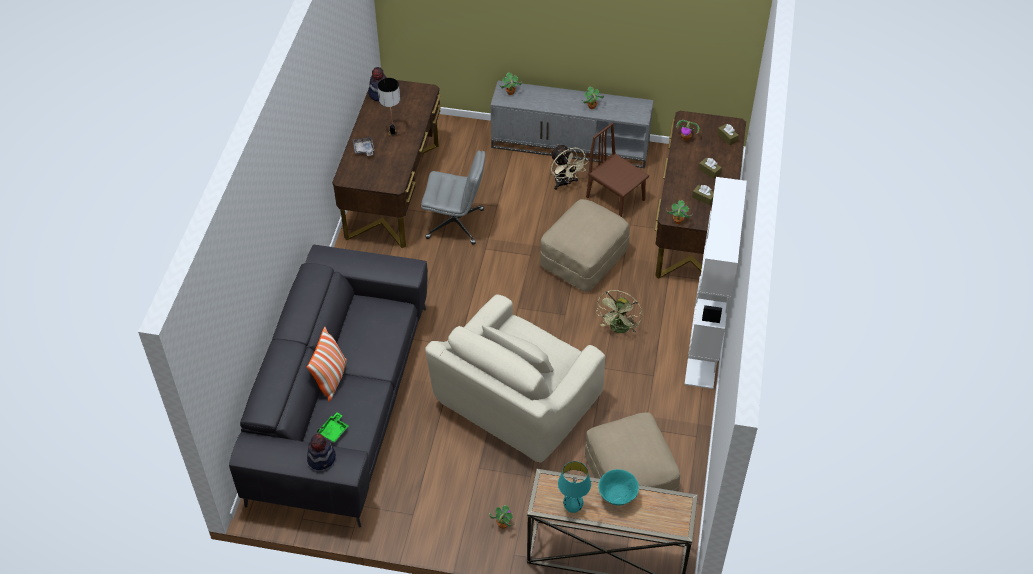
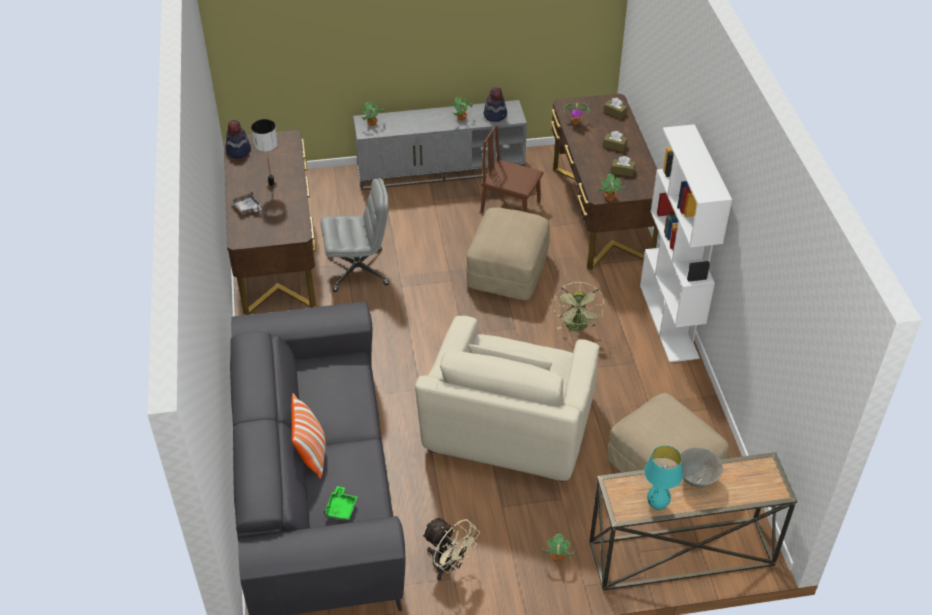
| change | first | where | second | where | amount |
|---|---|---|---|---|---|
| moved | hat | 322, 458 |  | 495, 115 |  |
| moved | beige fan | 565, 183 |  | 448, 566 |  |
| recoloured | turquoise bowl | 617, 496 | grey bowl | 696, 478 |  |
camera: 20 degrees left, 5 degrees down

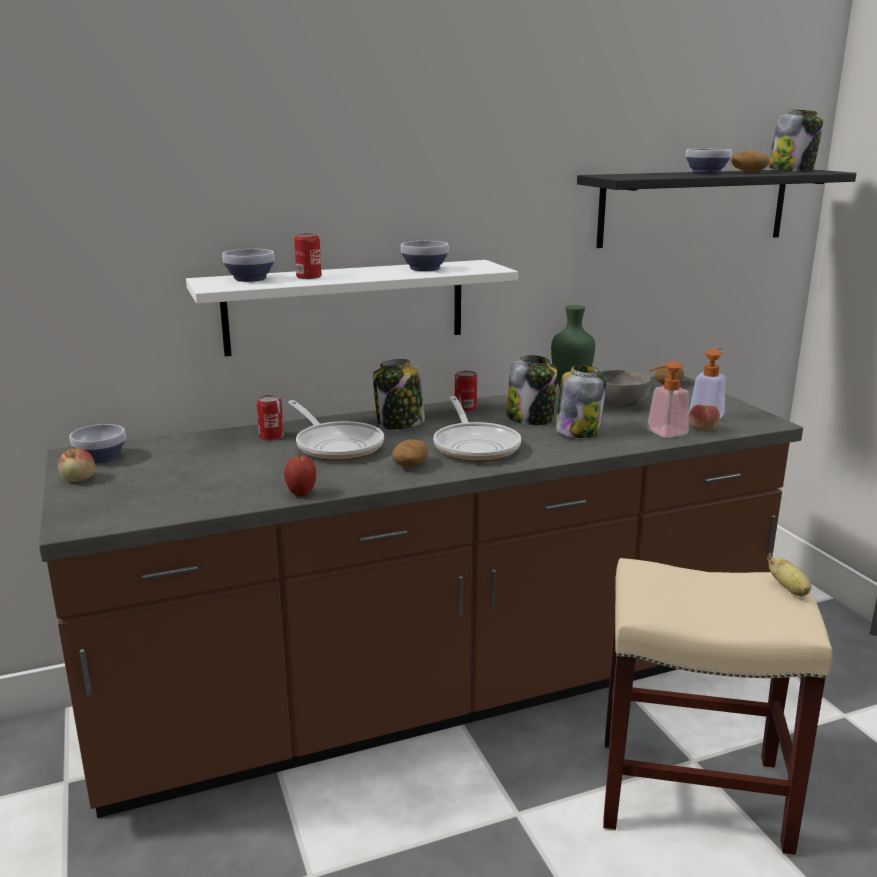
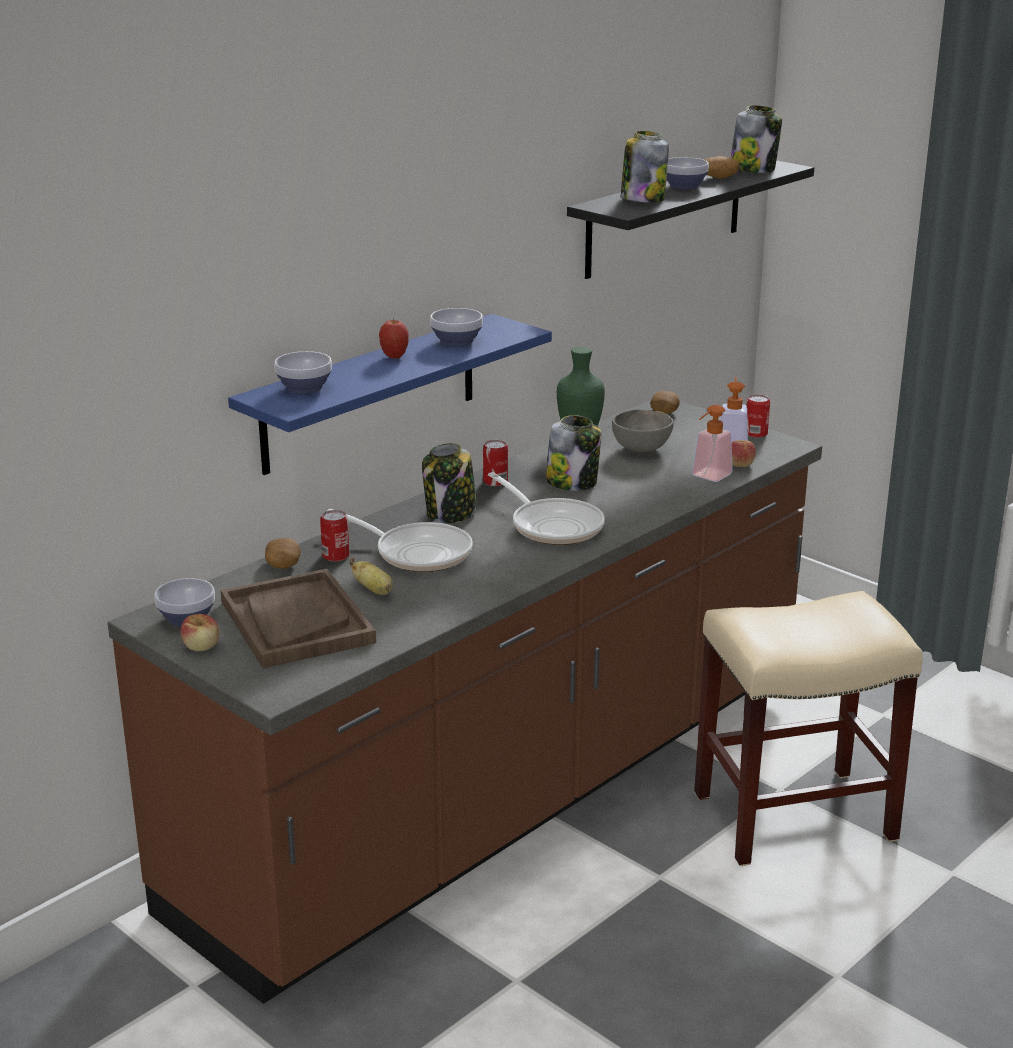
| change | first | where | second | where | amount |
|---|---|---|---|---|---|
| recoloured | white shelf | 346, 306 | blue shelf | 370, 393 |  |
| moved | apple | 301, 494 |  | 394, 357 |  |
| moved | can | 309, 277 |  | 756, 433 |  |
| moved | potato | 410, 465 |  | 283, 565 |  |
| moved | jar | 577, 432 |  | 642, 199 |  |
| moved | banana | 789, 589 |  | 374, 590 |  |
| added |  |  | brown tray | 296, 622 |  |
camera: 25 degrees left, 5 degrees up

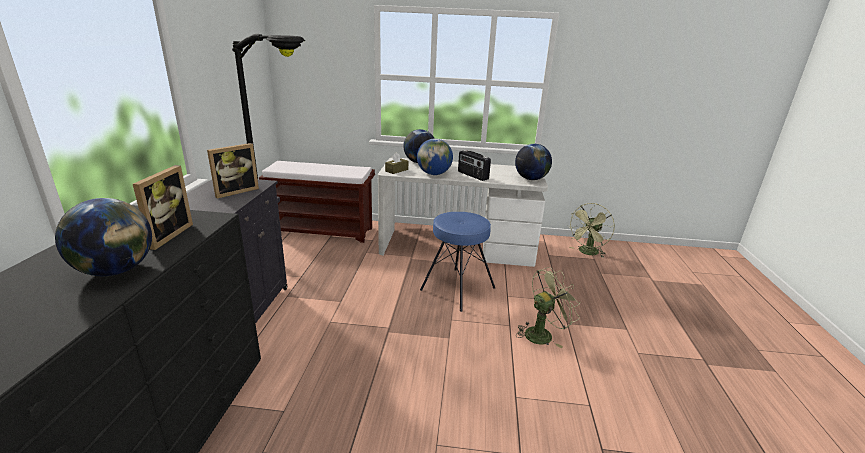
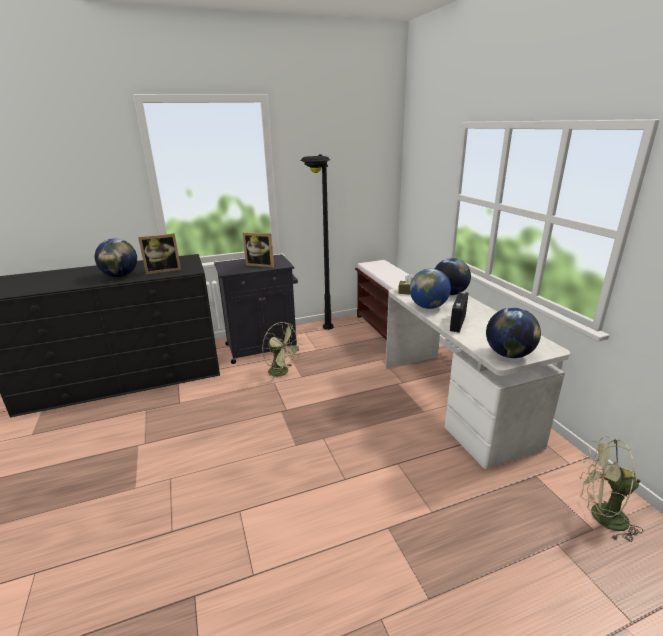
| change | first | where | second | where | amount |
|---|---|---|---|---|---|
| removed | blue stool | 457, 288 |  |  |  |
| moved | green fan | 542, 333 |  | 282, 372 |  |
camera: 65 degrees right, 0 degrees up

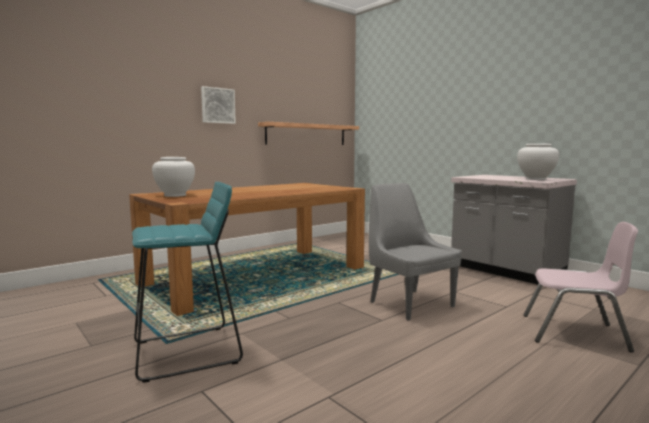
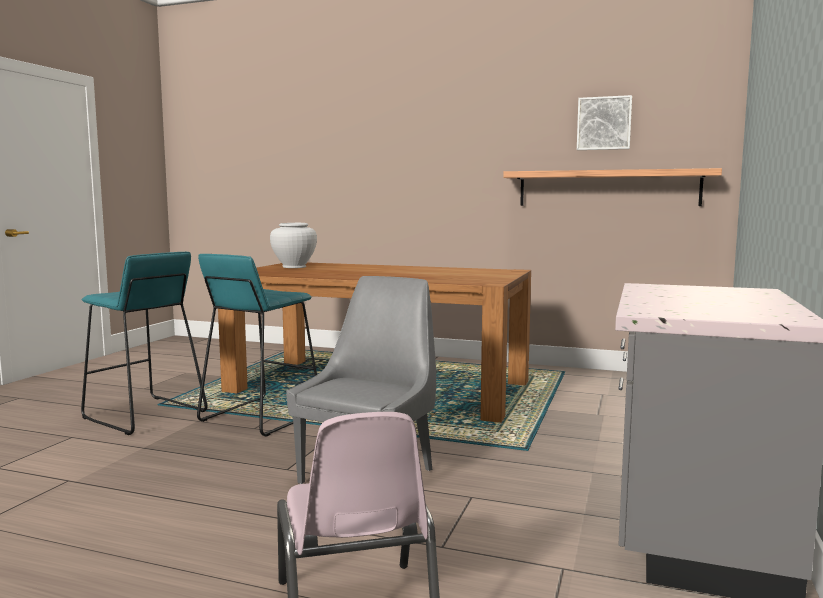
| change | first | where | second | where | amount |
|---|---|---|---|---|---|
| moved | picture | 217, 105 |  | 604, 123 |  |
| removed | white vase | 536, 179 |  |  |  |
| added |  |  | turquoise stool | 260, 416 |  |
camera: 60 degrees right, 0 degrees up

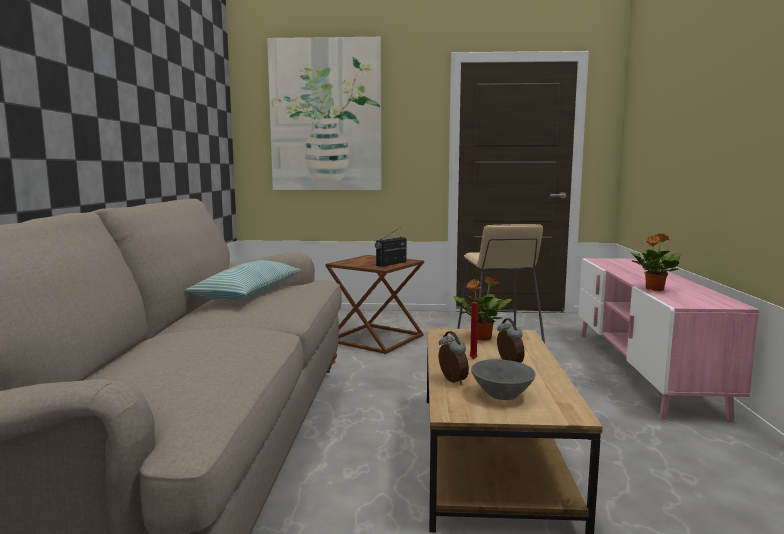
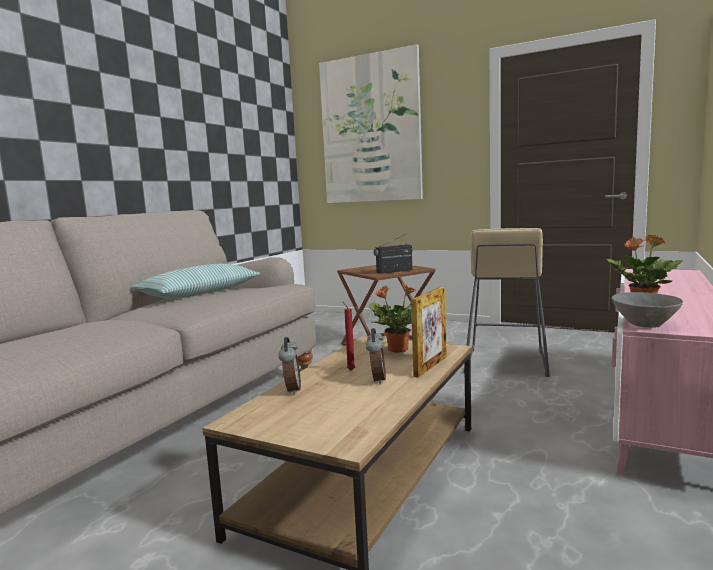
| change | first | where | second | where | amount |
|---|---|---|---|---|---|
| moved | grey bowl | 502, 396 |  | 645, 325 |  |
| added |  |  | picture frame | 430, 366 |  |
camera: 25 degrees right, 0 degrees up

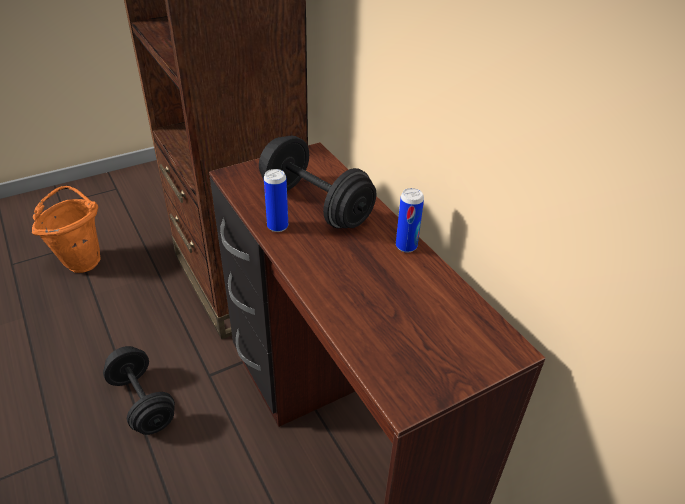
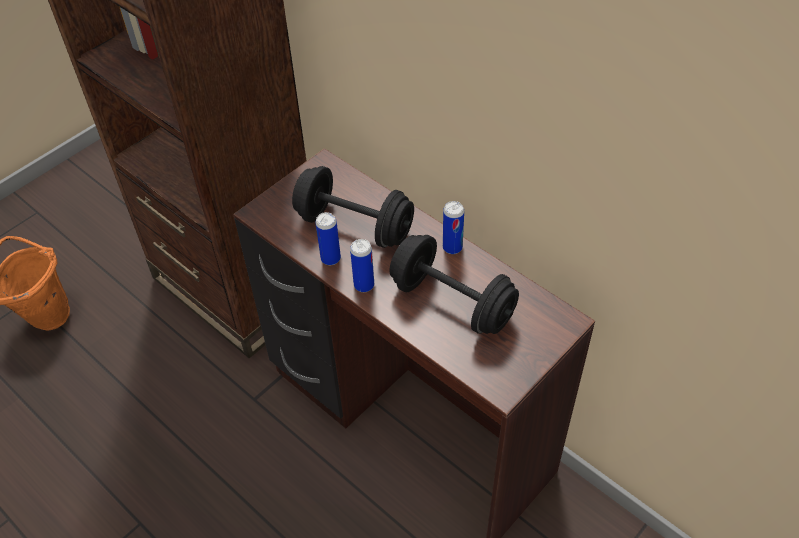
| change | first | where | second | where | amount |
|---|---|---|---|---|---|
| moved | black dumbbell | 142, 402 |  | 452, 302 |  |
| added |  |  | can | 364, 285 |  |
camera: 15 degrees left, 10 degrees up

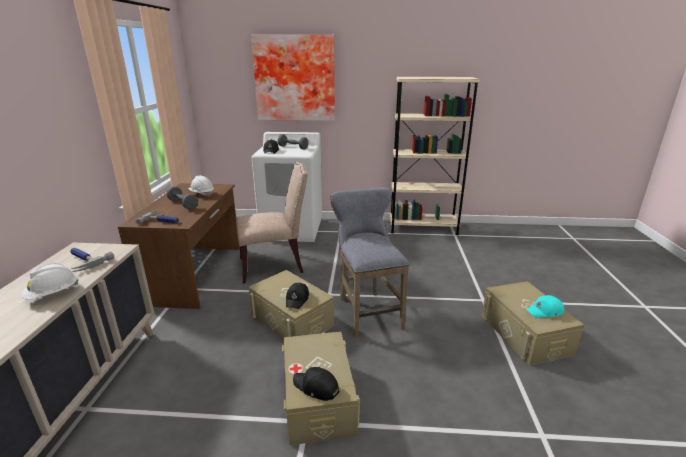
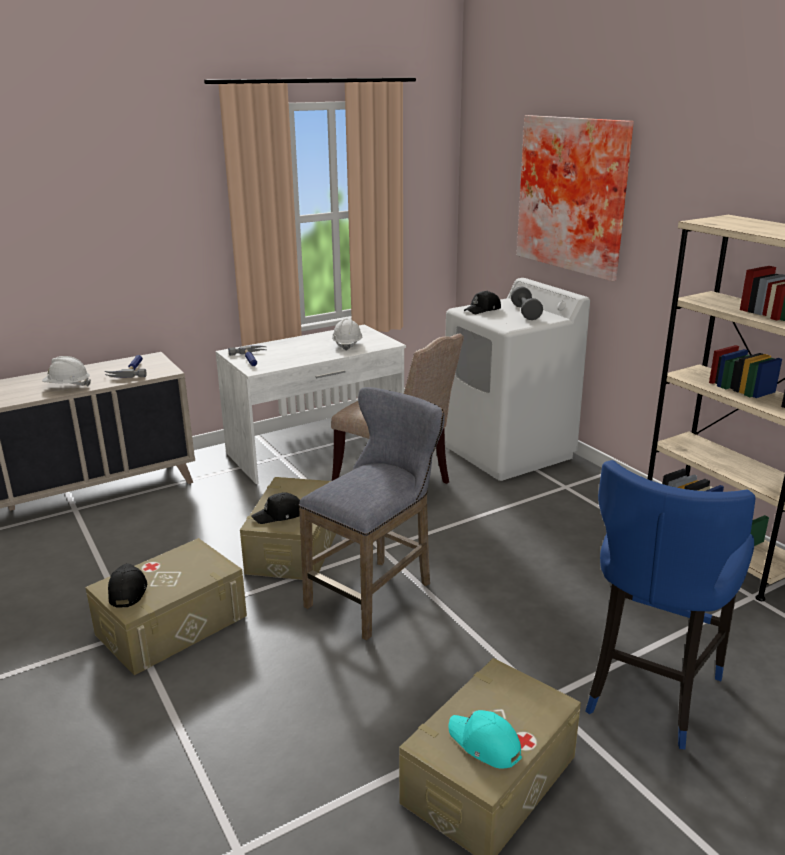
| change | first | where | second | where | amount |
|---|---|---|---|---|---|
| recoloured | brown desk | 196, 274 | white desk | 316, 449 |  |
| removed | grey dumbbell | 183, 204 |  |  |  |
| added |  |  | blue stool | 648, 692 |  |
camera: 55 degrees right, 0 degrees up

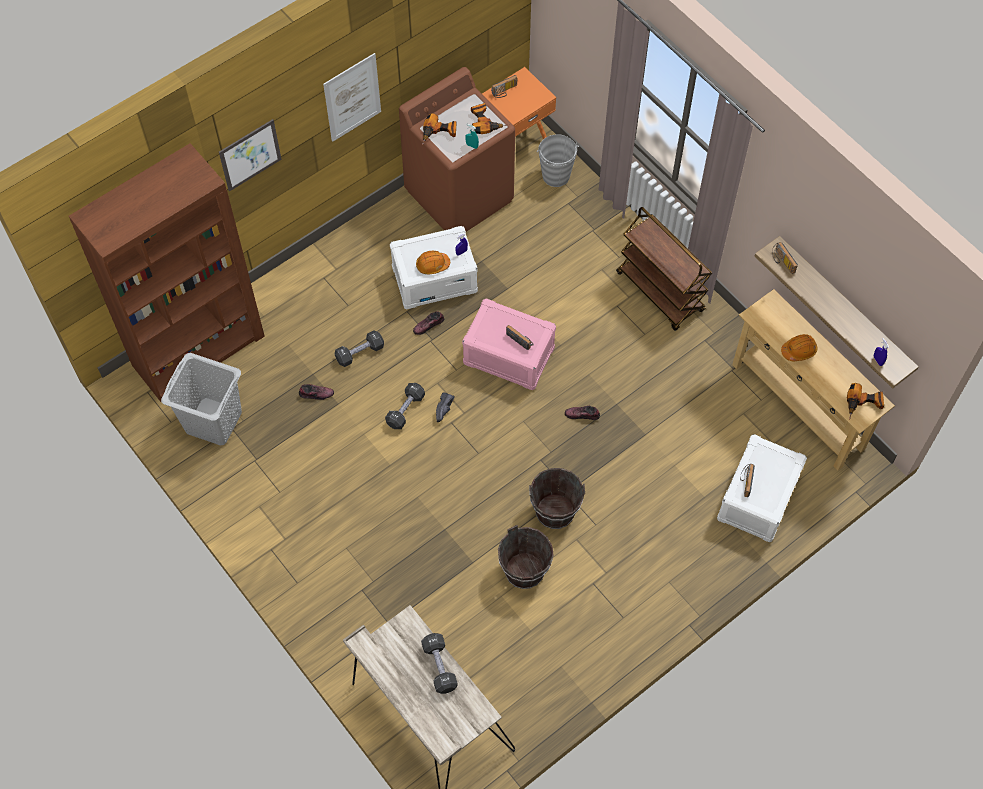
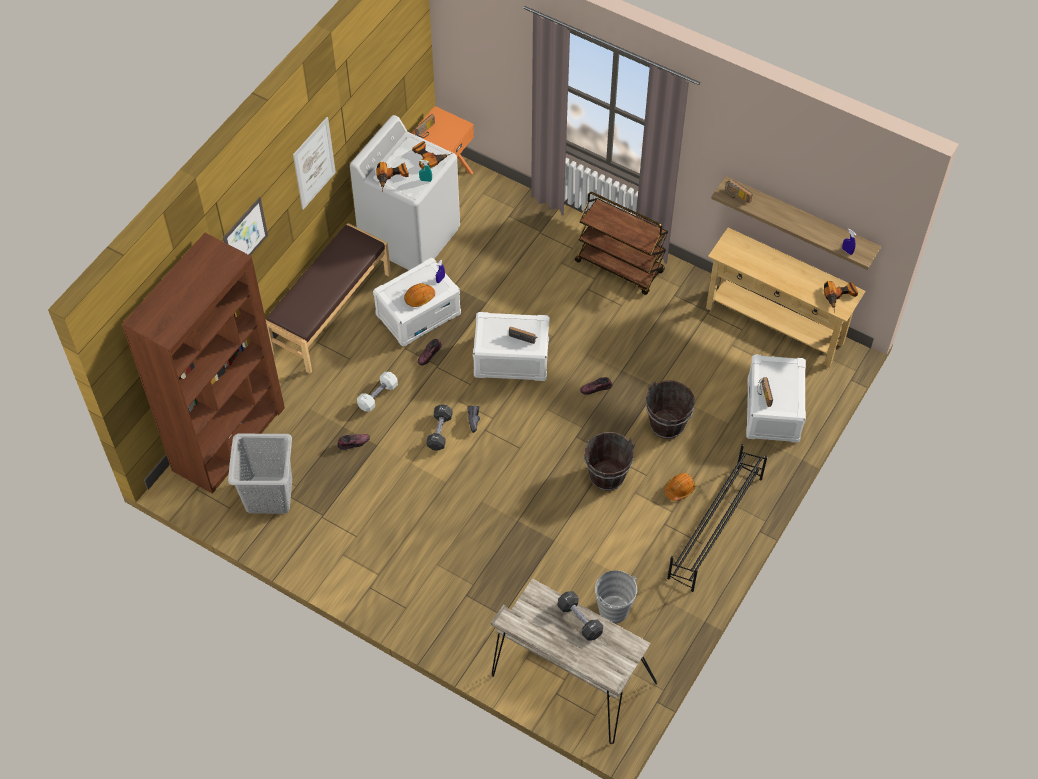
| change | first | where | second | where | amount |
|---|---|---|---|---|---|
| recoloured | black dumbbell | 360, 353 | white dumbbell | 378, 396 |  |
| recoloured | brown washing machine | 460, 195 | white washing machine | 410, 236 |  |
| recoloured | pink storage box | 508, 356 | white storage box | 511, 359 |  |
| moved | brown bucket | 525, 571 |  | 667, 424 |  |
| moved | grey bucket | 556, 176 |  | 613, 610 |  |
| moved | orange hard hat | 799, 350 |  | 679, 489 |  |
| added |  |  | brown bench | 330, 312 |  |
| added |  |  | black shoe rack | 714, 528 |  |
camera: 20 degrees left, 5 degrees down

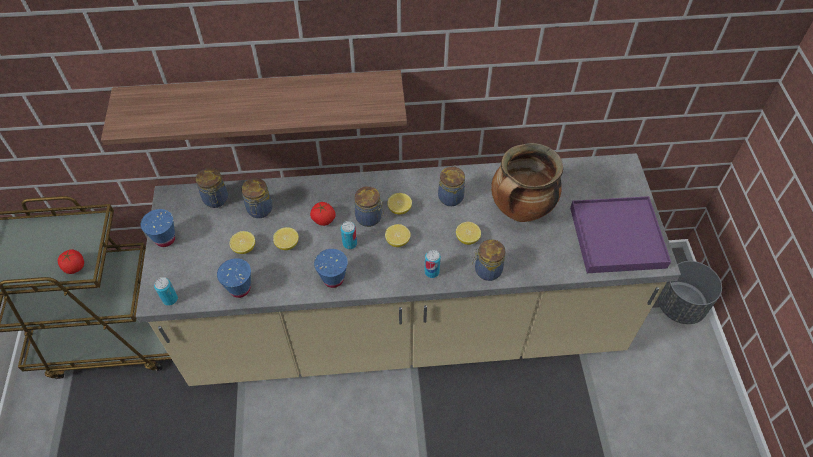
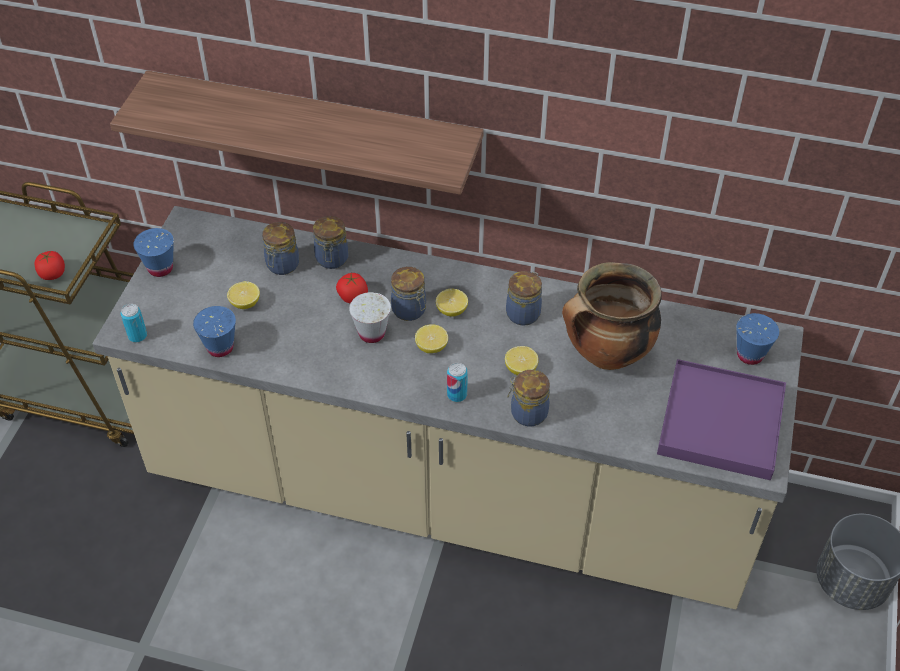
| change | first | where | second | where | amount |
|---|---|---|---|---|---|
| moved | jar | 216, 200 |  | 332, 260 |  |
| removed | lemon | 287, 244 |  |  |  |
| moved | blue cup | 333, 279 |  | 750, 355 |  |
| replaced | can | 350, 243 | white cup | 372, 333 |  |
camera: 20 degrees right, 5 degrees down

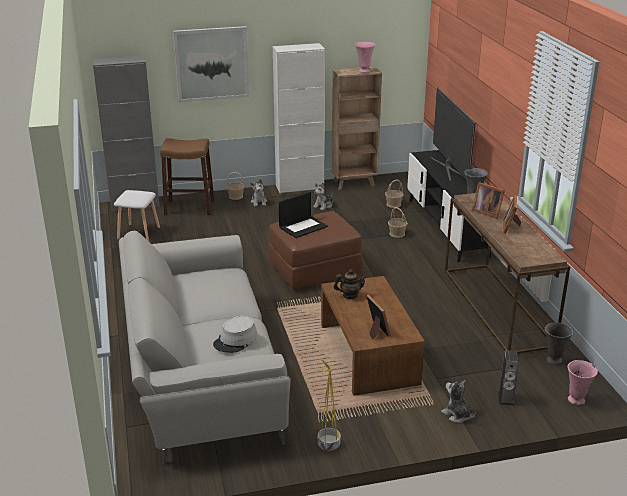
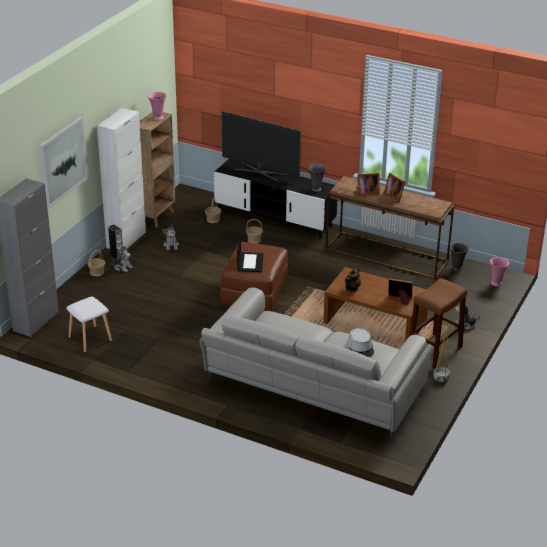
| change | first | where | second | where | amount |
|---|---|---|---|---|---|
| moved | brown stool | 189, 207 |  | 434, 350 |  |
| moved | speaker | 506, 398 |  | 116, 256 |  |
camera: 50 degrees left, 5 degrees up

